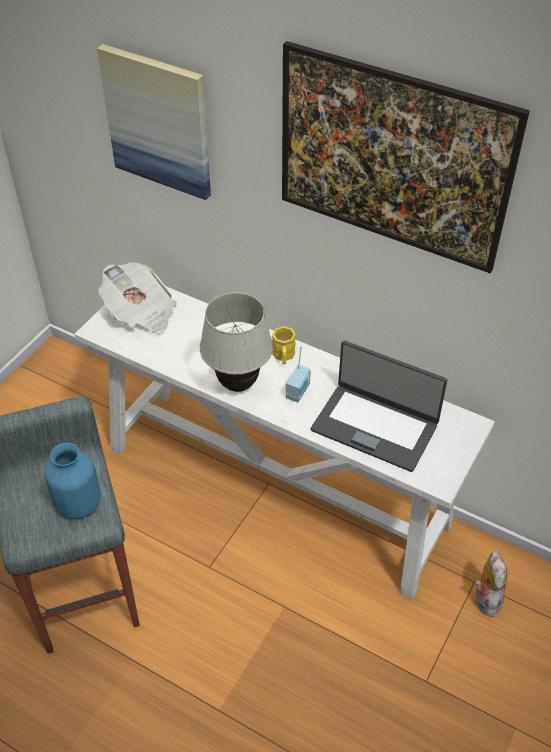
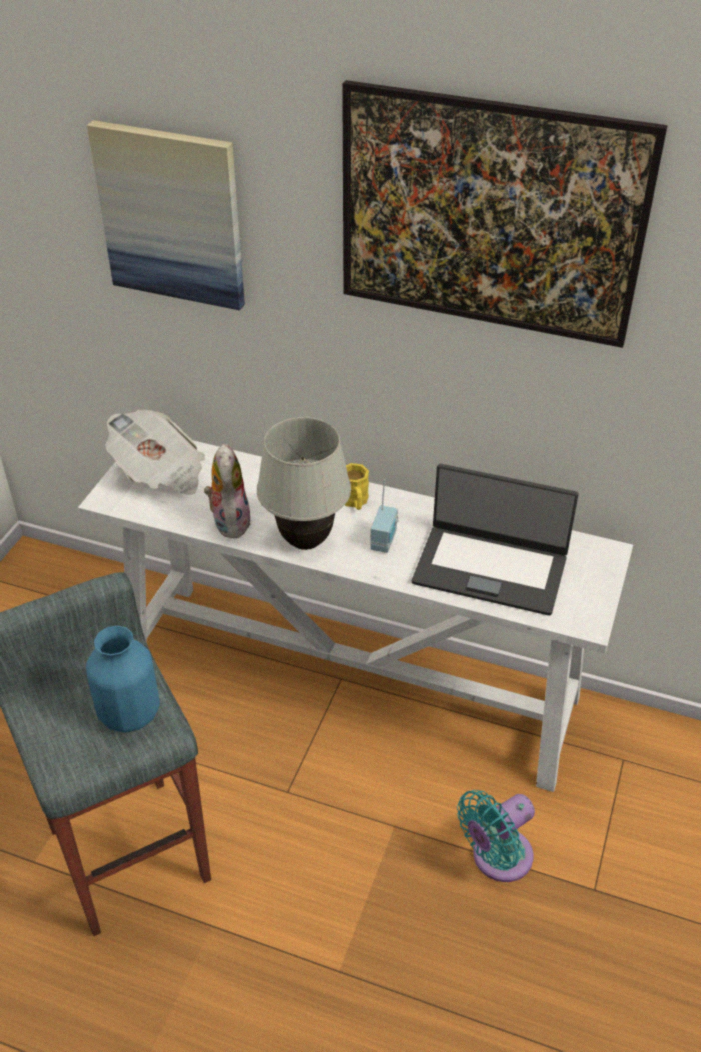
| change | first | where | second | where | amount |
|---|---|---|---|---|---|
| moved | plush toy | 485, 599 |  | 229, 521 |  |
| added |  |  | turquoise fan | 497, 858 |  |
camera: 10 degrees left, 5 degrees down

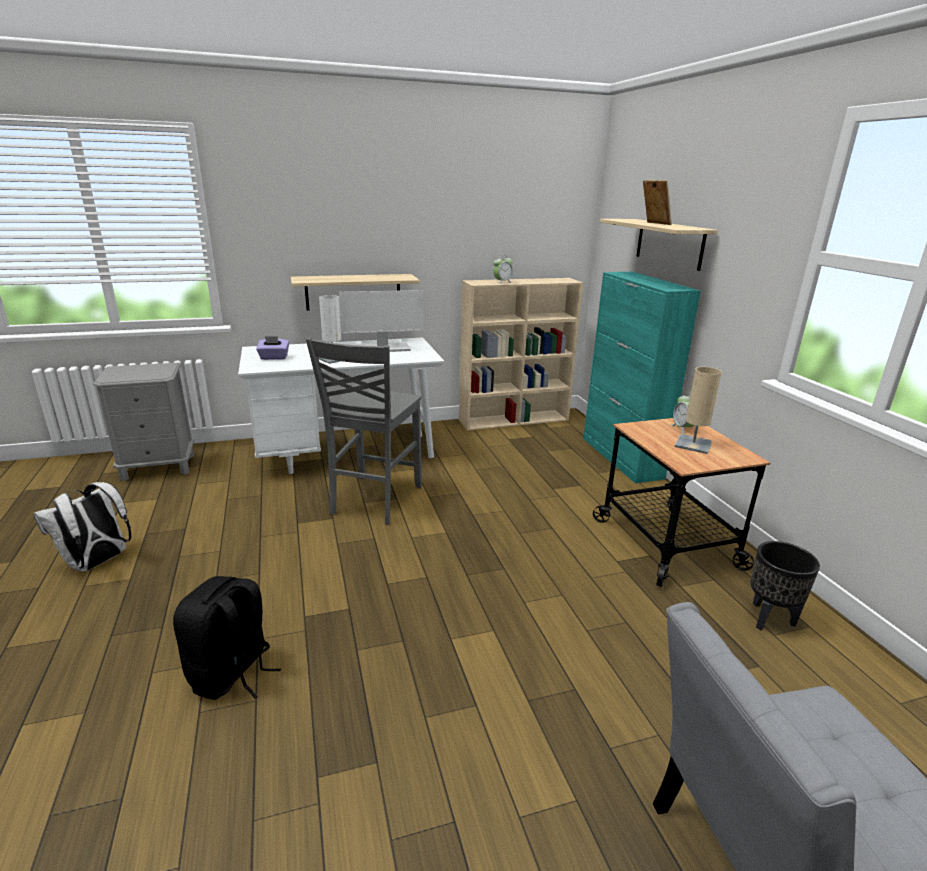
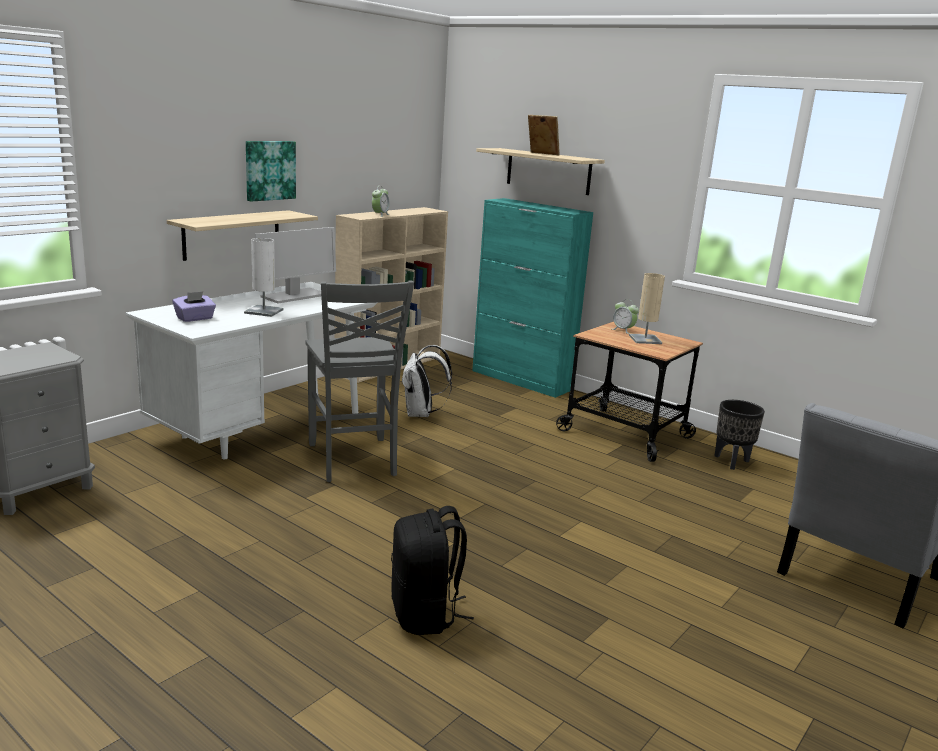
| change | first | where | second | where | amount |
|---|---|---|---|---|---|
| moved | white backpack | 97, 562 |  | 421, 414 |  |
| added |  |  | picture | 269, 170 |  |
camera: 35 degrees left, 5 degrees down

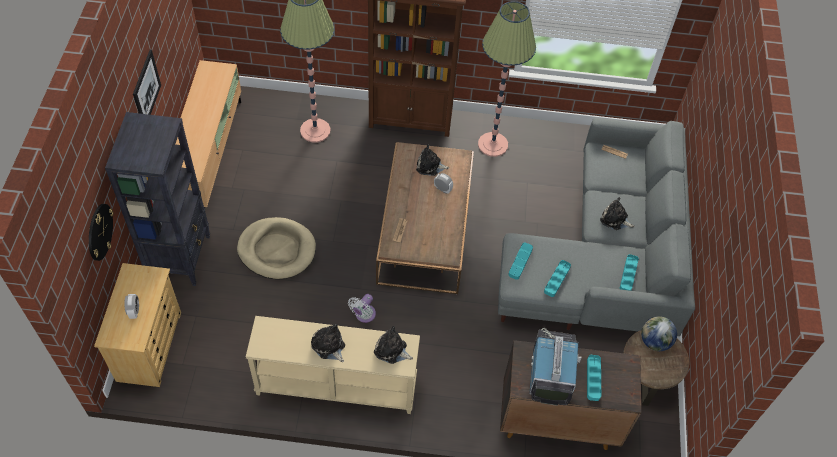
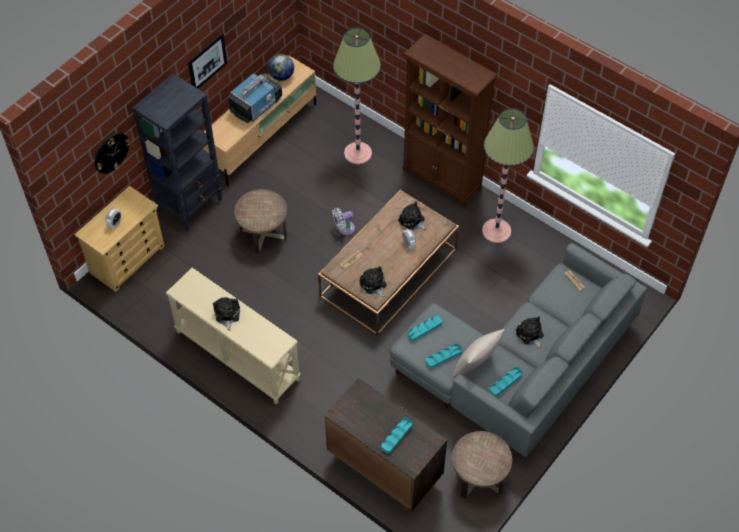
| change | first | where | second | where | amount |
|---|---|---|---|---|---|
| replaced | beige dog bed | 277, 250 | brown side table | 263, 234 |  |
| moved | white fan | 364, 315 |  | 344, 229 |  |
| moved | plush toy | 392, 350 |  | 373, 285 |  |
| moved | television | 551, 373 |  | 256, 105 |  |
| moved | globe | 654, 342 |  | 281, 76 |  |
| added |  |  | beige pillow | 476, 365 |  |
camera: 35 degrees right, 0 degrees up

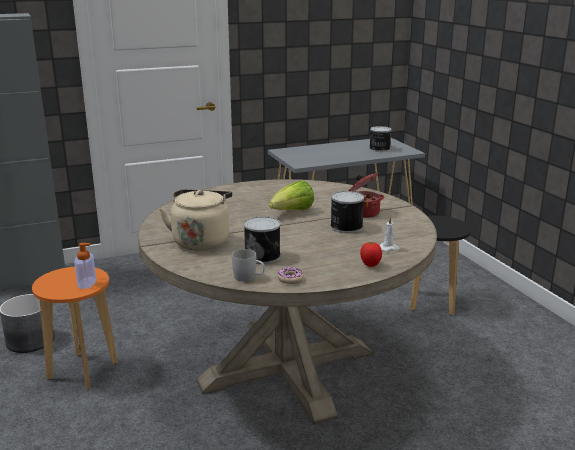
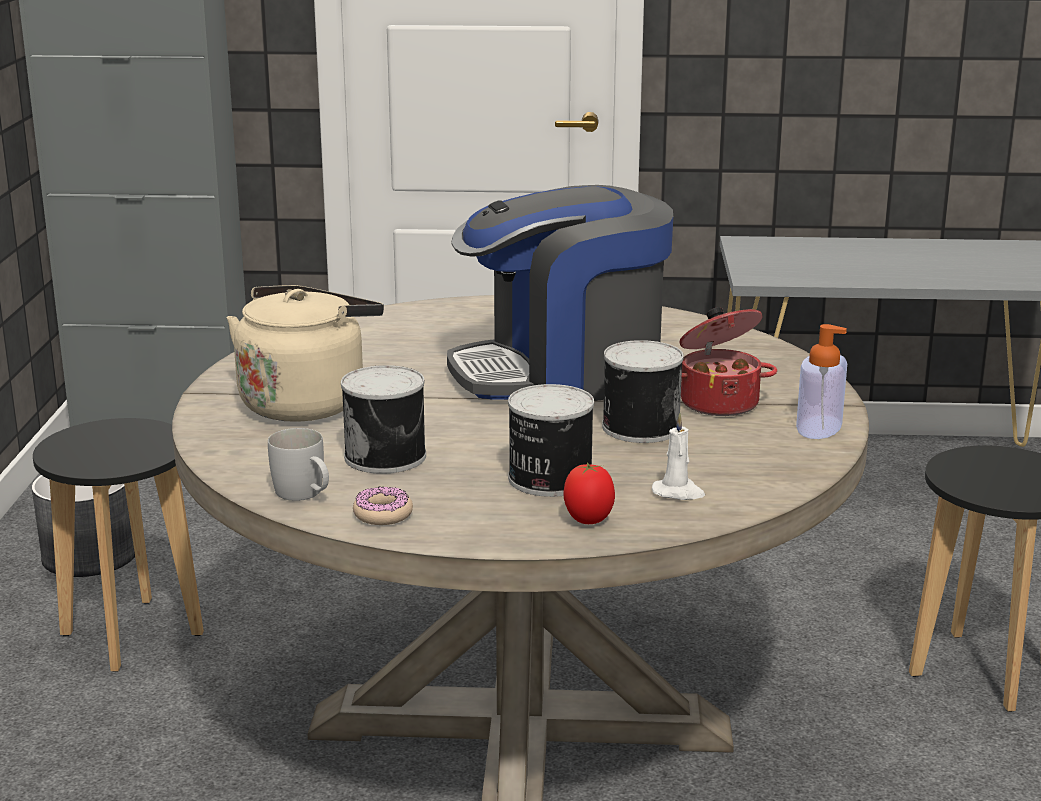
| change | first | where | second | where | amount |
|---|---|---|---|---|---|
| recoloured | orange stool | 82, 370 | black stool | 131, 634 |  |
| moved | soap dispenser | 87, 283 |  | 819, 427 |  |
| replaced | lettuce | 292, 212 | coffee machine | 562, 375 |  |
| moved | can | 379, 149 |  | 548, 479 |  |
camera: 25 degrees right, 0 degrees up

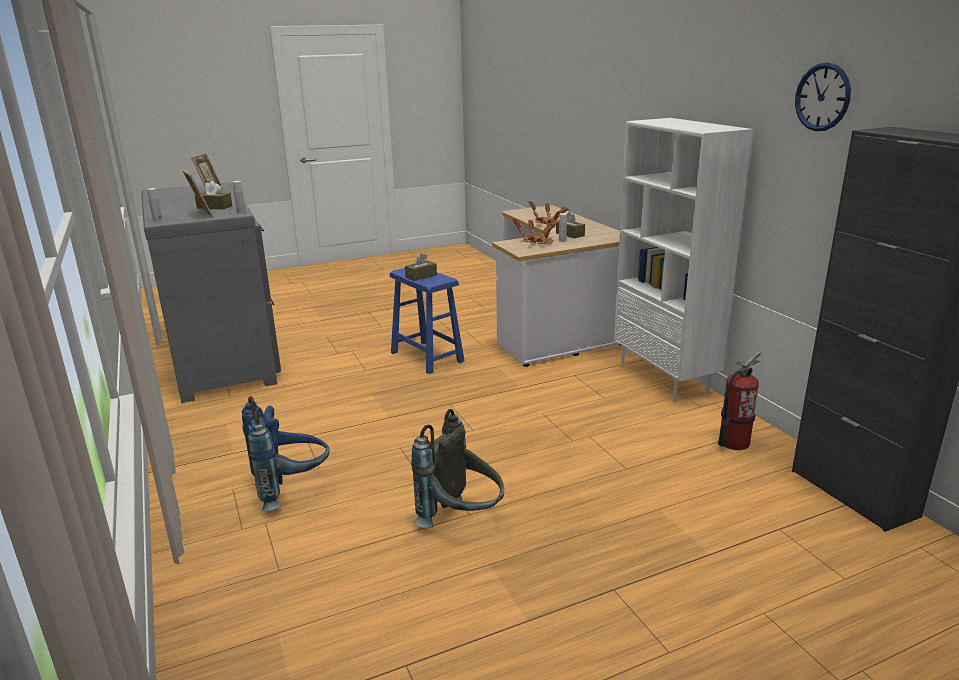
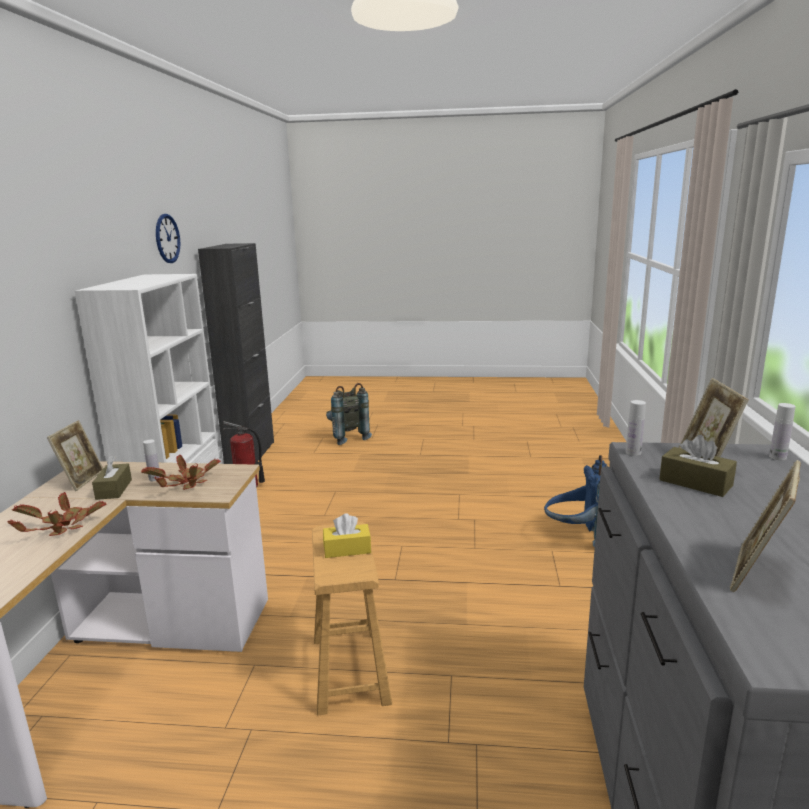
| change | first | where | second | where | amount |
|---|---|---|---|---|---|
| recoloured | blue stool | 426, 357 | brown stool | 350, 670 |  |
| recoloured | brown tissue box | 421, 276 | yellow tissue box | 347, 549 |  |
| moved | grey backpack | 462, 520 |  | 347, 437 |  |
| added |  |  | picture frame | 82, 480 |  |
camera: 150 degrees left, 5 degrees down

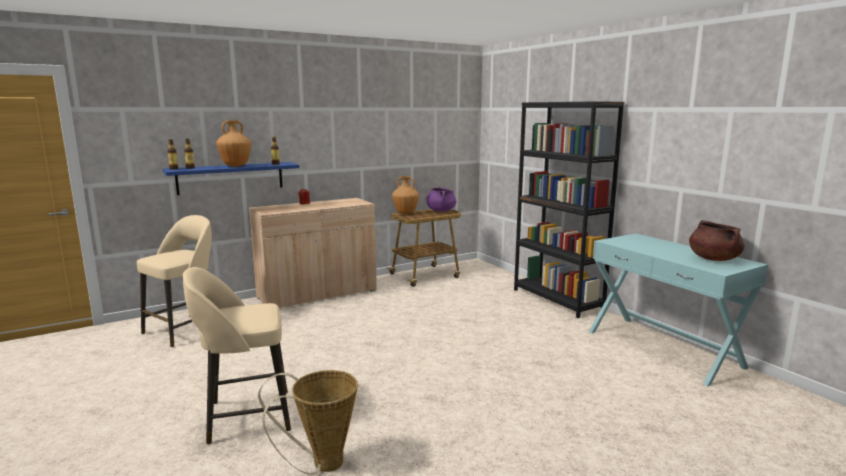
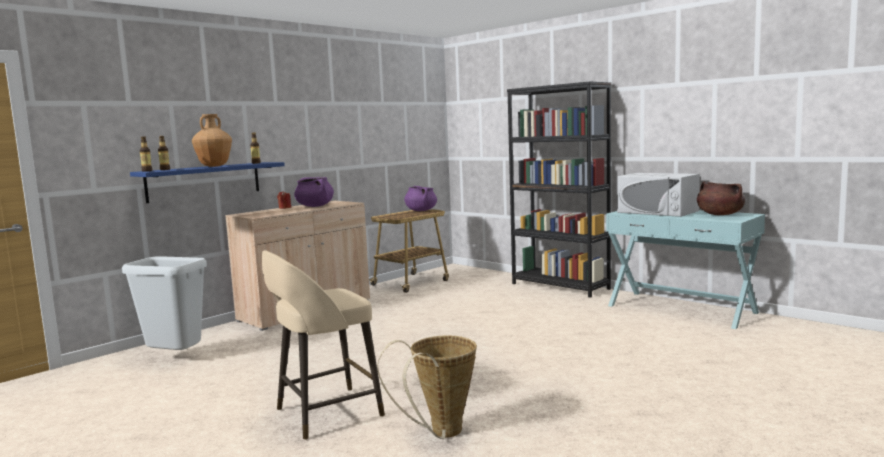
| change | first | where | second | where | amount |
|---|---|---|---|---|---|
| replaced | beige stool | 184, 330 | grey trash can | 176, 358 |  |
| removed | brown vase | 405, 213 |  |  |  |
| added |  |  | purple cooking pot | 315, 206 |  |
| added |  |  | white microwave | 657, 211 |  |
camera: 15 degrees left, 5 degrees down

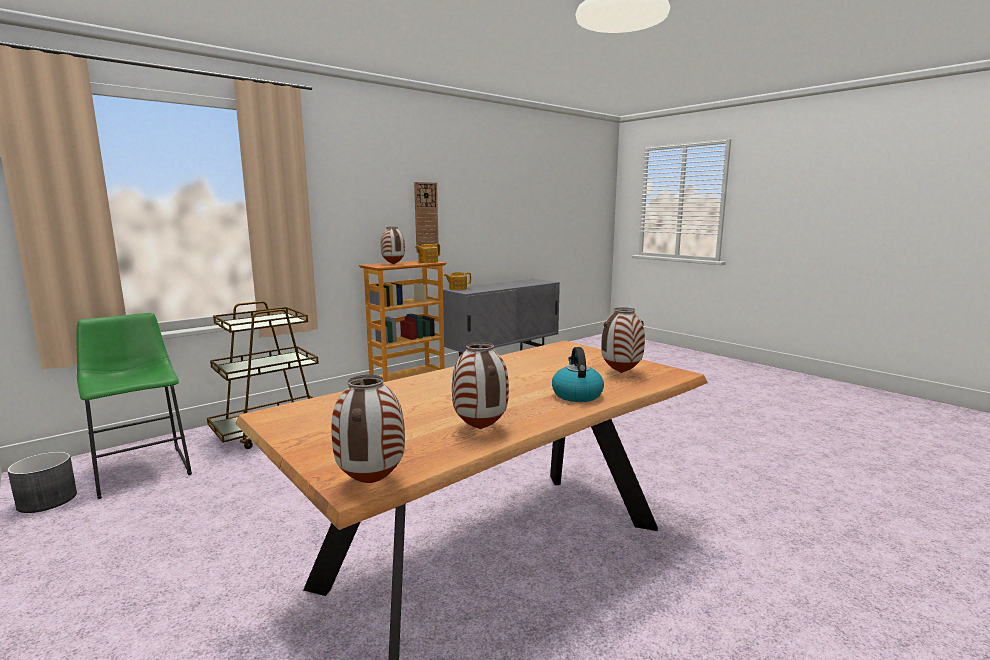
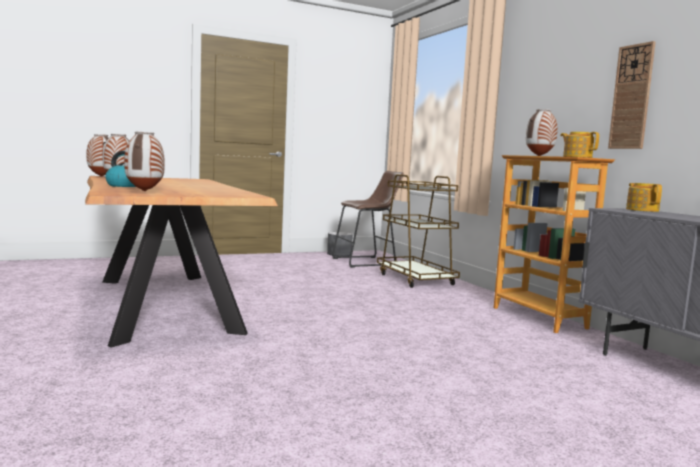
| change | first | where | second | where | amount |
|---|---|---|---|---|---|
| recoloured | green stool | 142, 468 | brown stool | 367, 262 |  |
camera: 105 degrees right, 5 degrees down

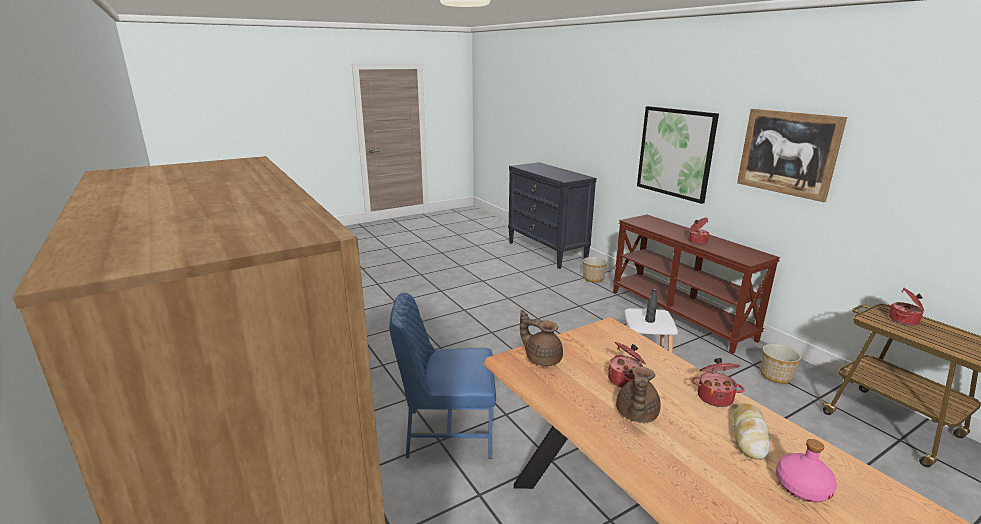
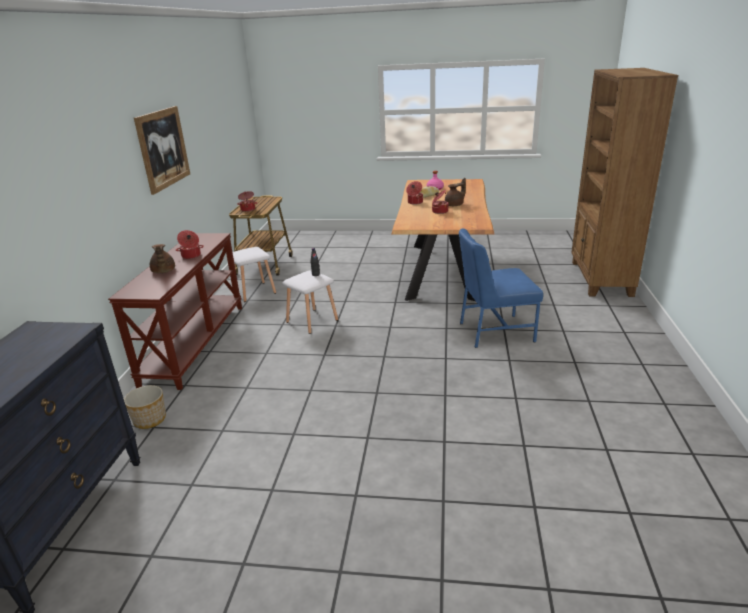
| change | first | where | second | where | amount |
|---|---|---|---|---|---|
| turned | blue chair | 448, 432 |  | 494, 331 | 135 degrees clockwise |
| moved | brown teapot | 542, 358 |  | 163, 271 |  |
| removed | picture | 675, 153 |  |  |  |
| replaced | planter | 775, 376 | white stool | 254, 292 |  |
camera: 140 degrees left, 5 degrees up

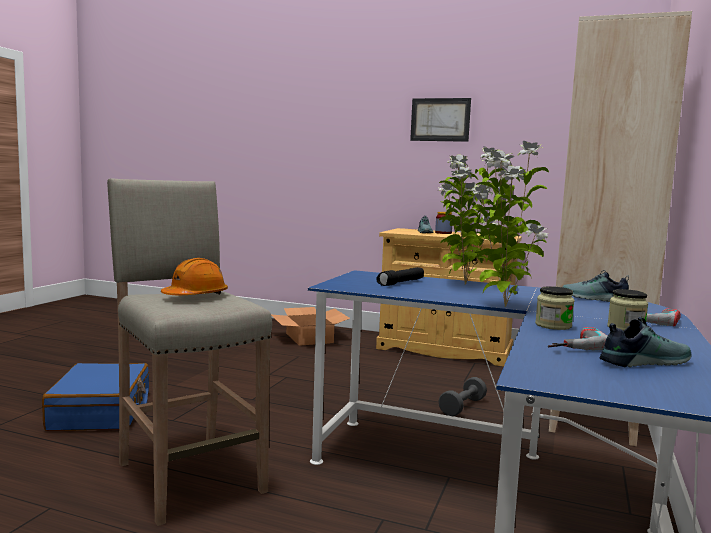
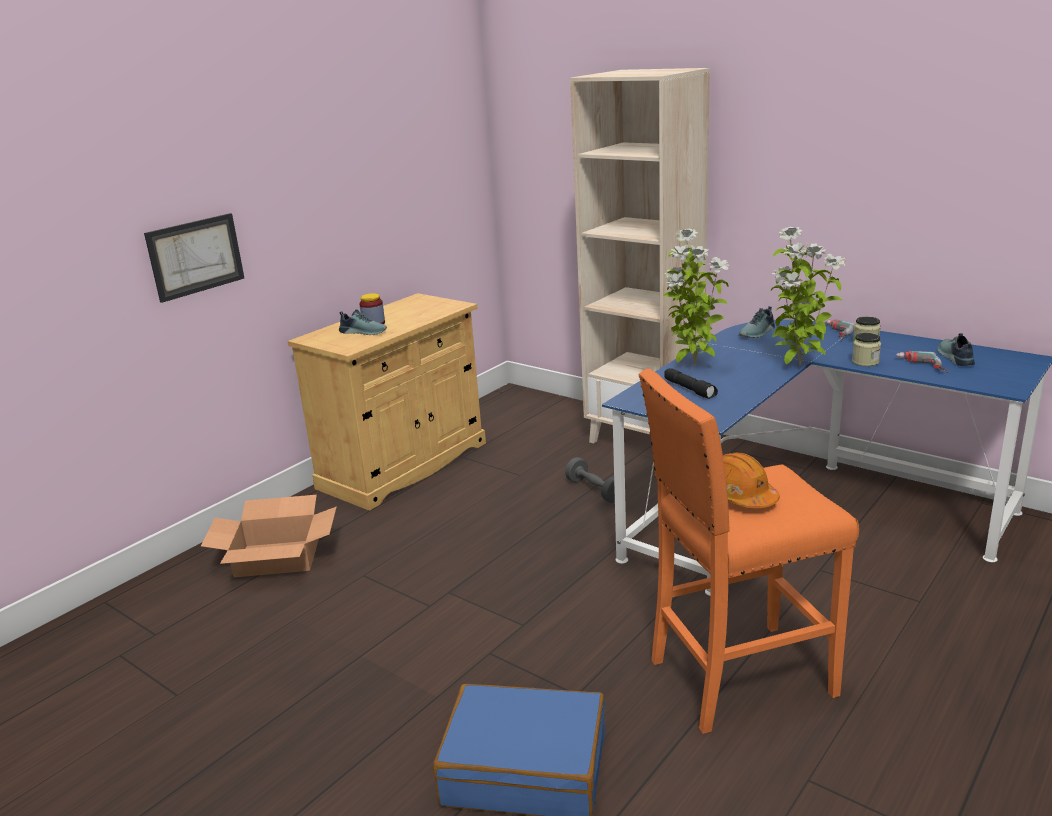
| change | first | where | second | where | amount |
|---|---|---|---|---|---|
| recoloured | beige stool | 188, 475 | orange stool | 737, 677 |  |
| moved | picture | 440, 119 |  | 195, 256 |  |
camera: 70 degrees left, 15 degrees up

